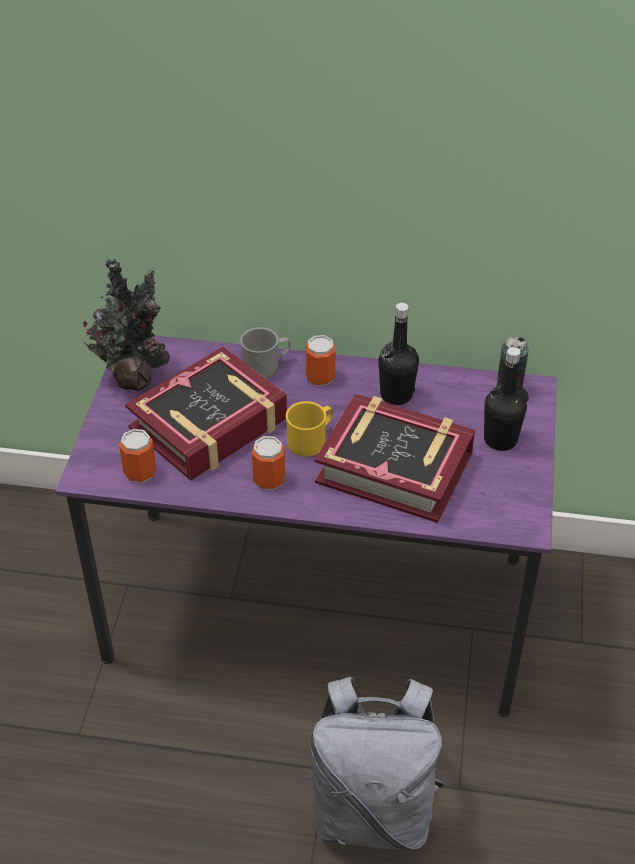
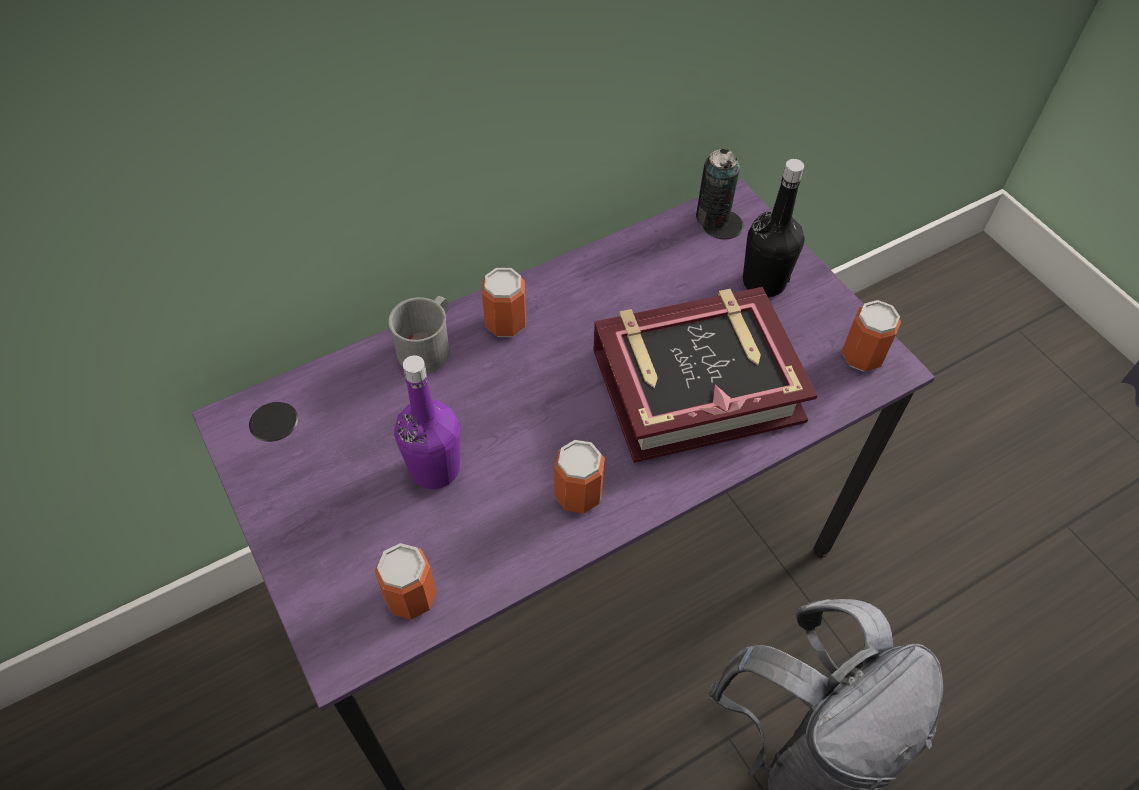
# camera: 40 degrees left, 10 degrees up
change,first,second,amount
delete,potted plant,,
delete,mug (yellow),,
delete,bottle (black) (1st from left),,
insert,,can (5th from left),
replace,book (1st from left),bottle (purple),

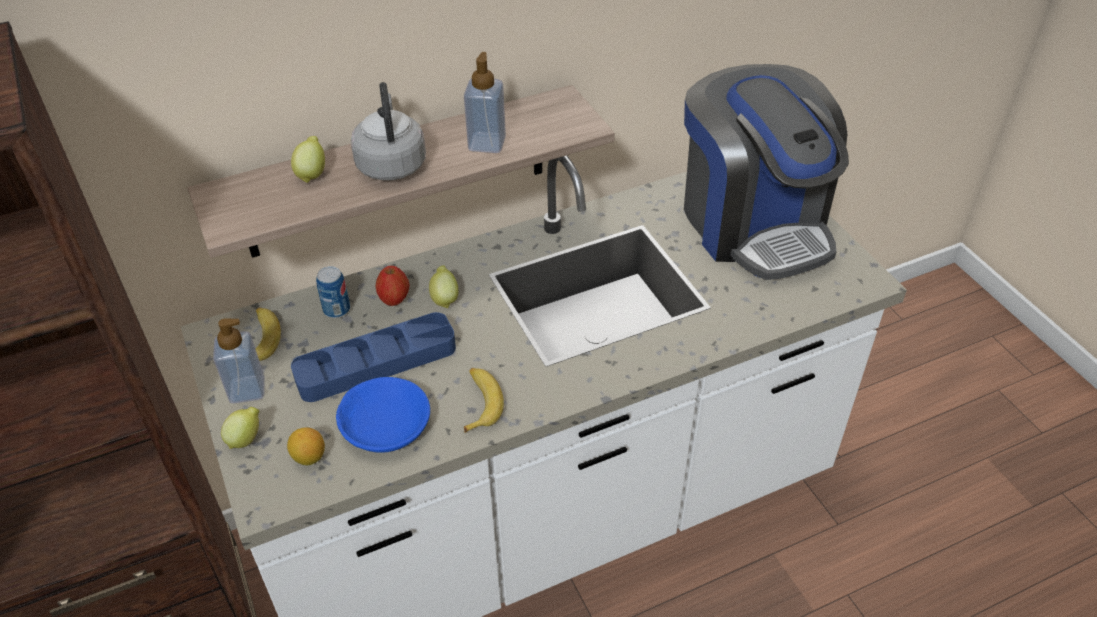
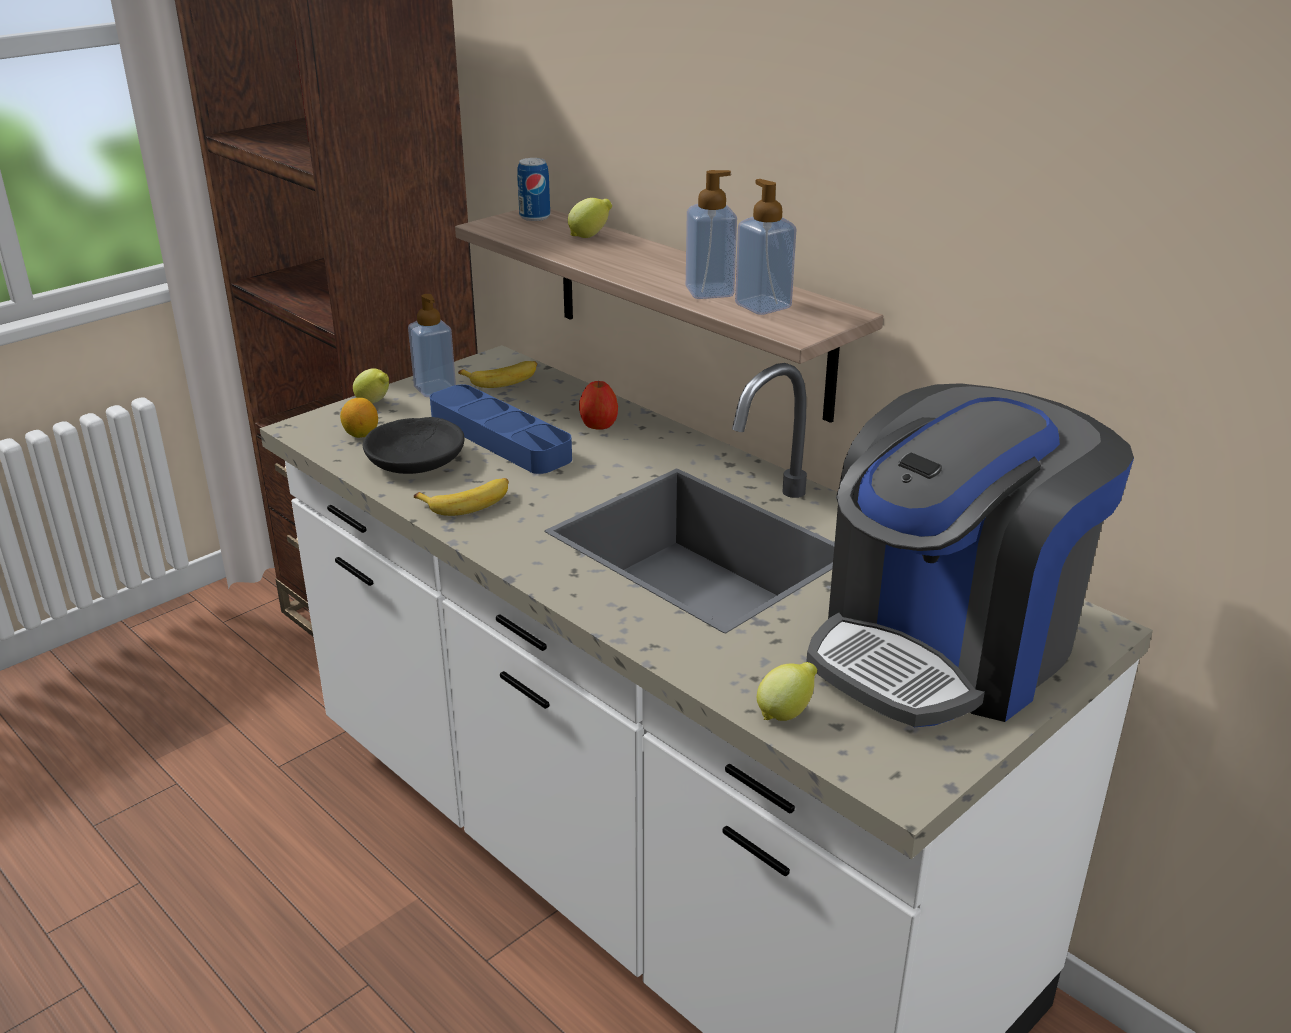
# camera: 70 degrees right, 15 degrees down
change,first,second,amount
delete,kettle (grey),,
insert,,soap dispenser (3rd from left),
move,can,,
move,lemon (4th from left),,
recolor,bowl (blue),bowl (black),

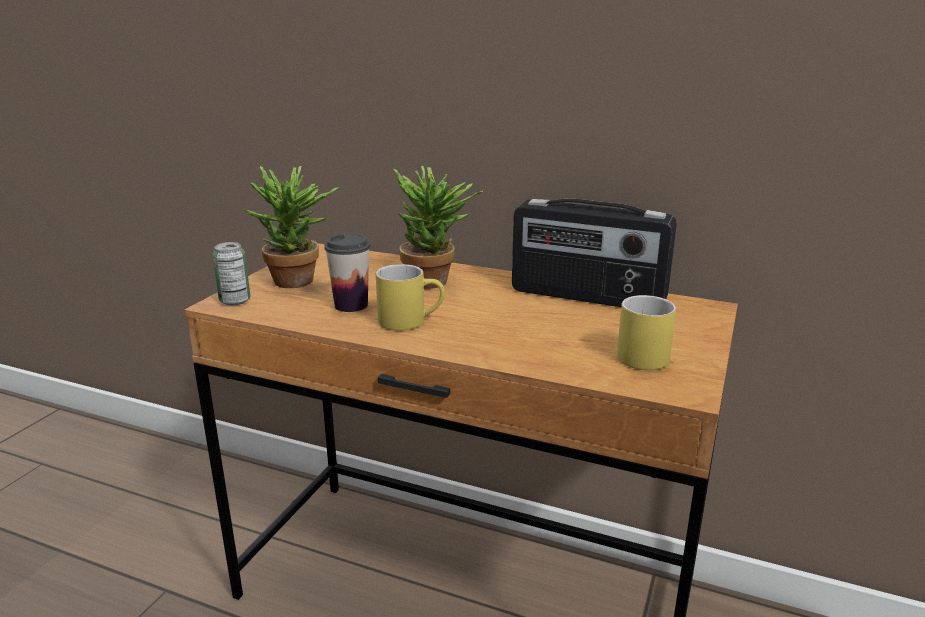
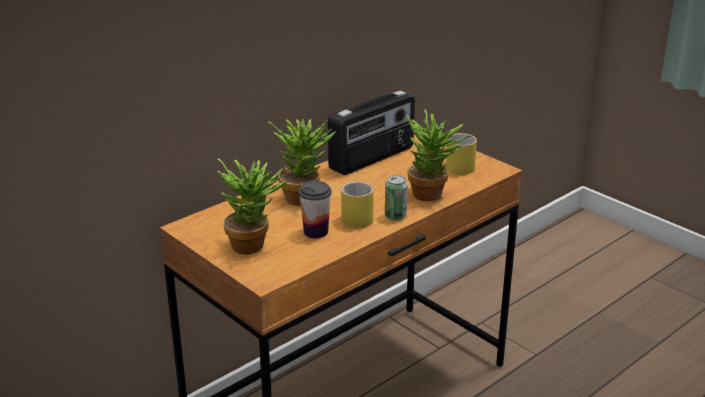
# camera: 65 degrees left, 5 degrees up
change,first,second,amount
insert,,potted plant (3rd from left),
move,can,,

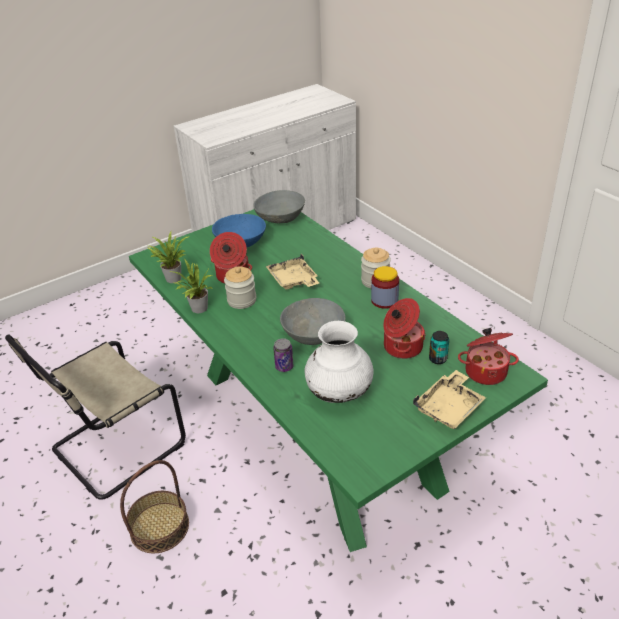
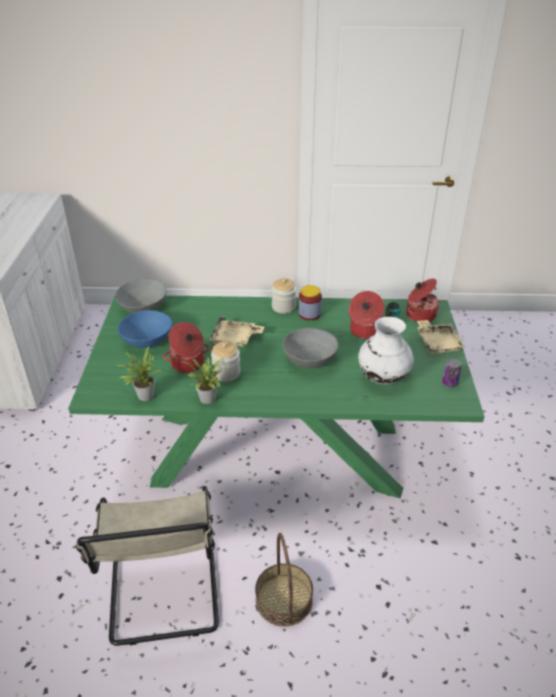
# camera: 55 degrees left, 0 degrees up
change,first,second,amount
move,can (1st from left in the first image),can (2nd from left),

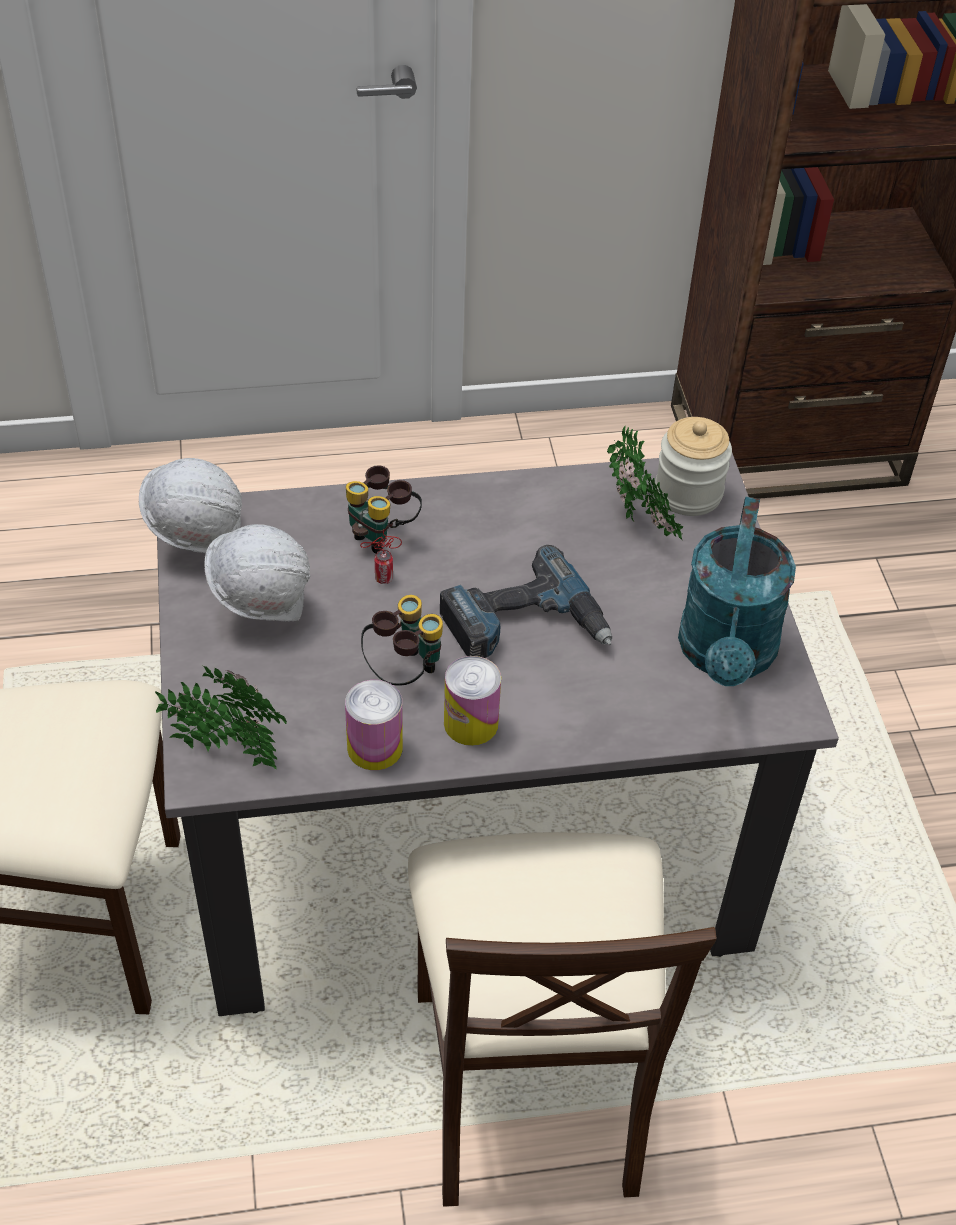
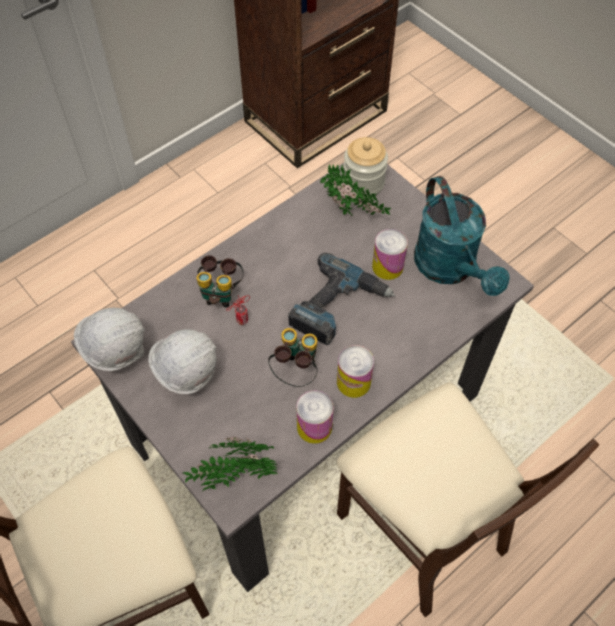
# camera: 30 degrees left, 10 degrees up
change,first,second,amount
insert,,can (4th from left),

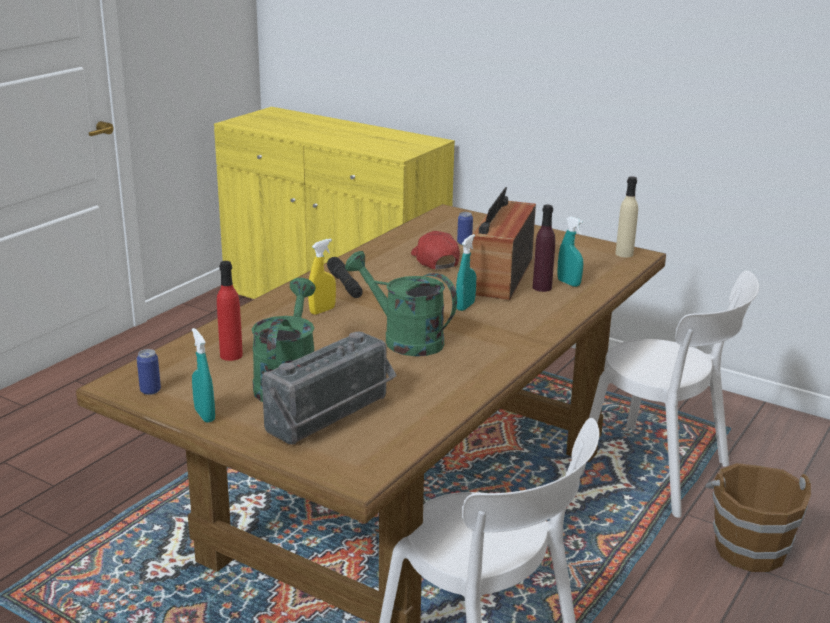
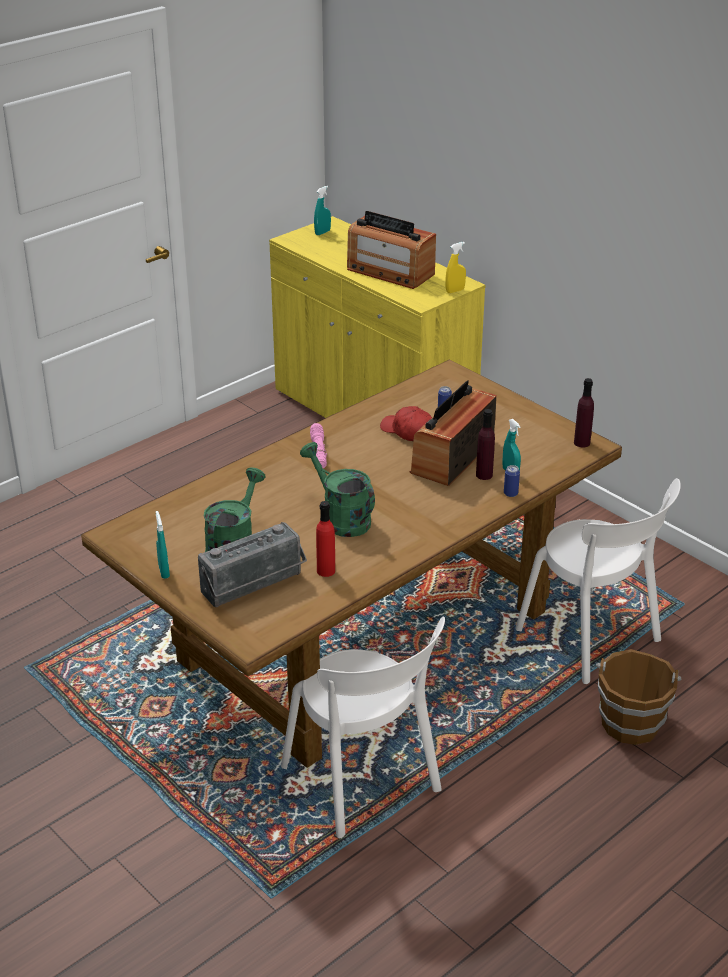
# camera: 15 degrees right, 10 degrees up
change,first,second,amount
insert,,radio (2nd from left),
move,can (1st from left in the first image),can (2nd from left),
move,bottle (red),,
move,spray bottle (yellow),,
move,spray bottle (turquoise) (2nd from left),,
recolor,flashlight (black),flashlight (pink),
recolor,bottle (beige),bottle (purple) (2nd from left),
rotate,cap (red),,45 degrees counterclockwise

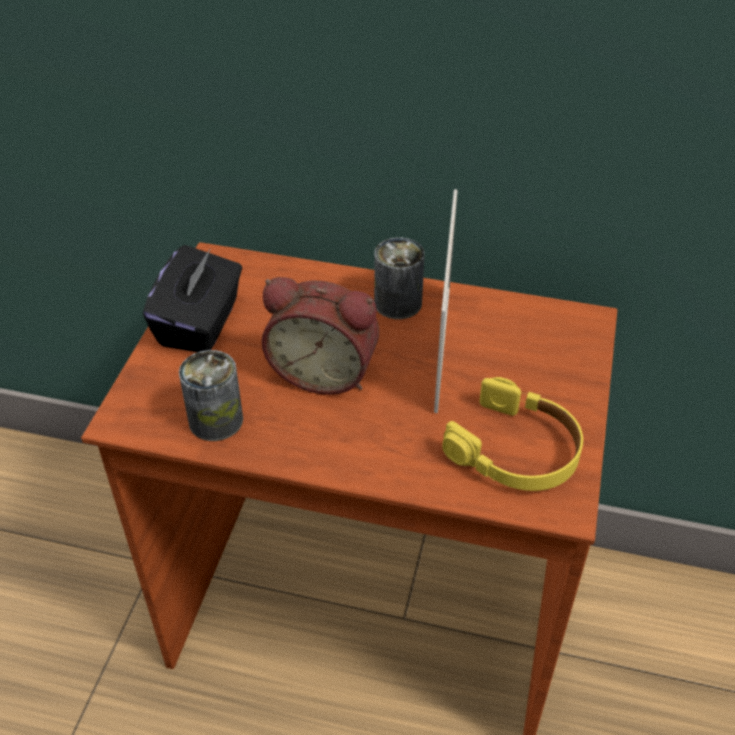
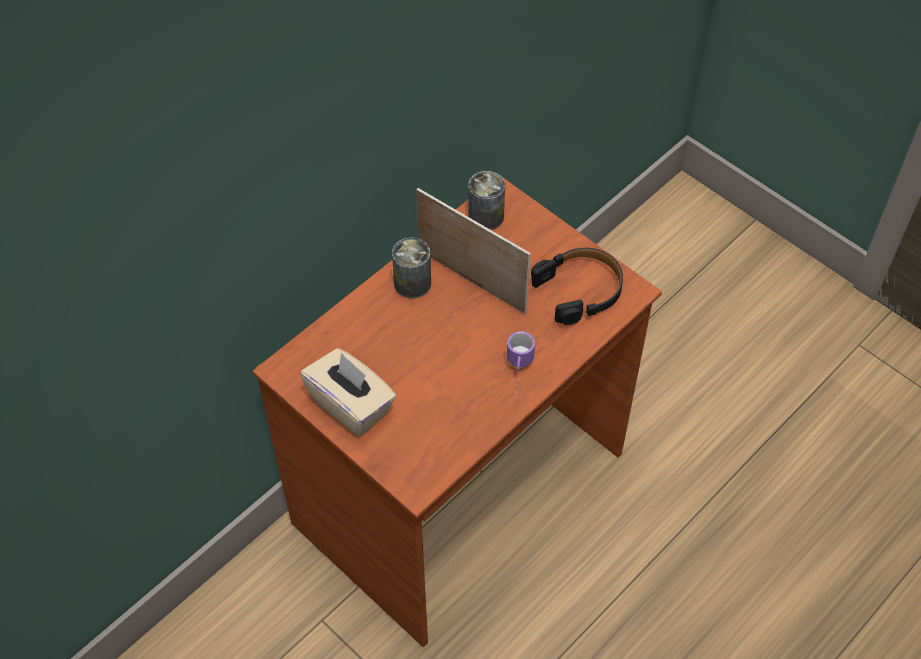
# camera: 60 degrees left, 10 degrees up
change,first,second,amount
delete,alarm clock,,
insert,,mug,
move,can (1st from left in the first image),can (2nd from left),
recolor,tissue box (black),tissue box (beige),
recolor,headphones (yellow),headphones (black),

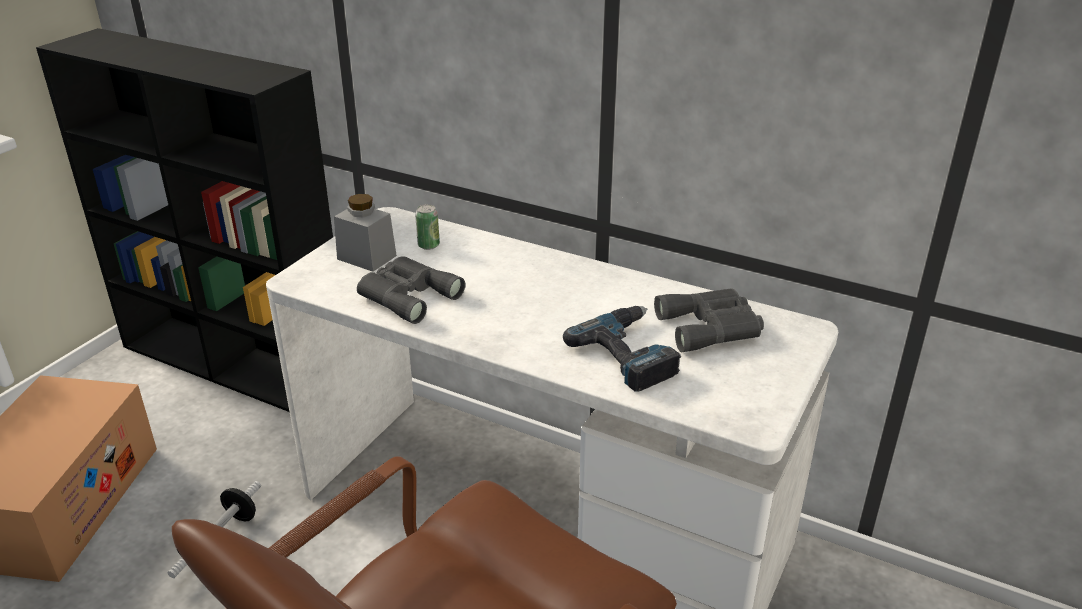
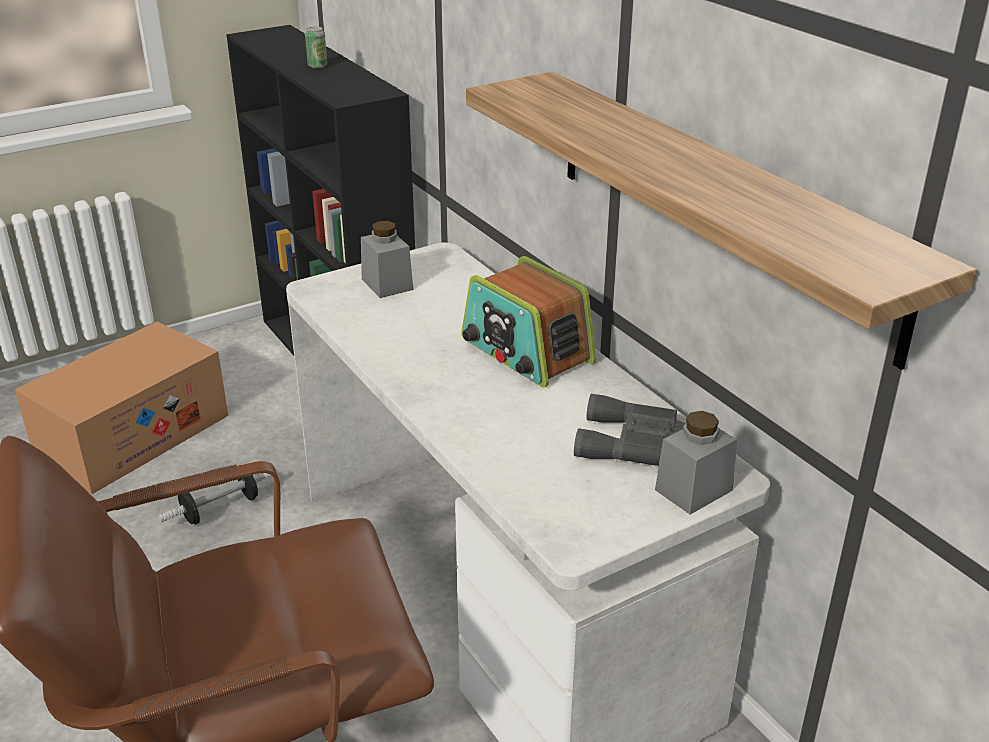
# camera: 30 degrees right, 0 degrees up
change,first,second,amount
delete,binoculars (grey) (1st from left),,
delete,power drill,,
insert,,radio,
insert,,shelf,
insert,,jar (grey) (2nd from left),
move,can,,

